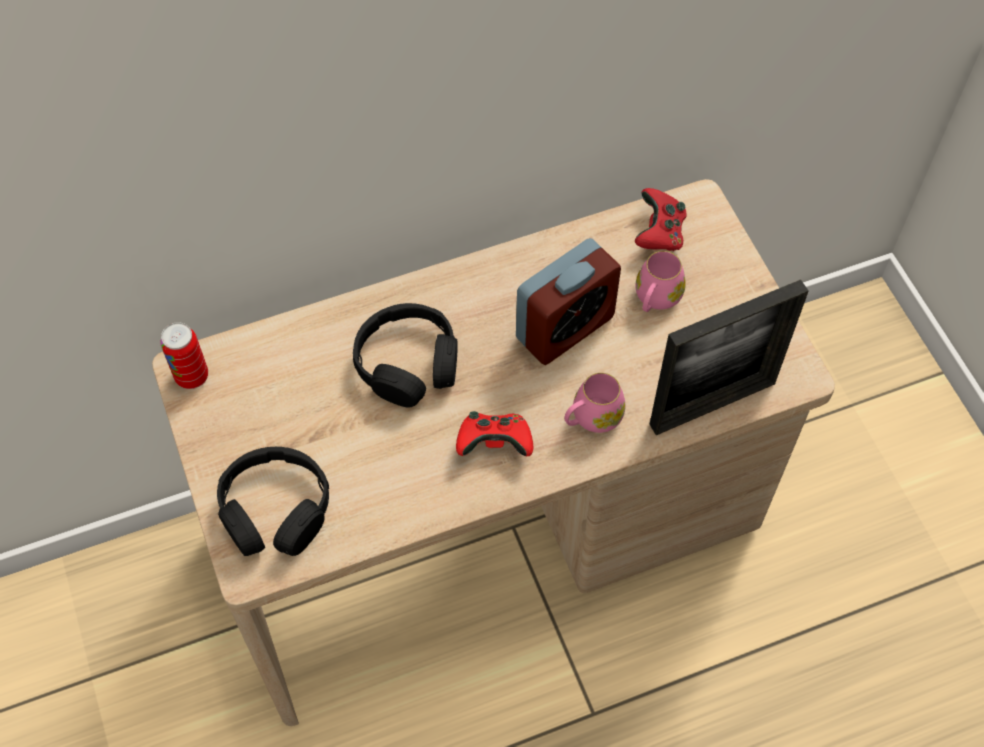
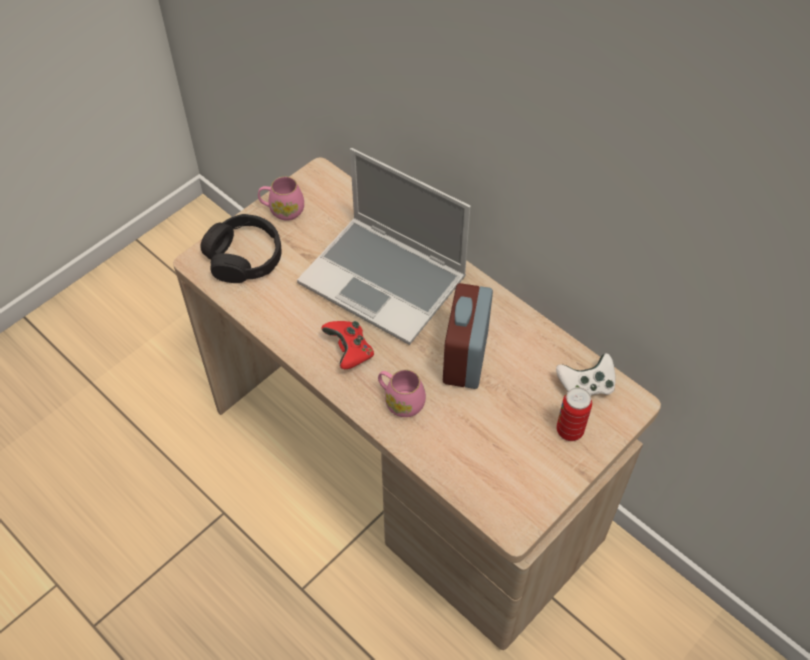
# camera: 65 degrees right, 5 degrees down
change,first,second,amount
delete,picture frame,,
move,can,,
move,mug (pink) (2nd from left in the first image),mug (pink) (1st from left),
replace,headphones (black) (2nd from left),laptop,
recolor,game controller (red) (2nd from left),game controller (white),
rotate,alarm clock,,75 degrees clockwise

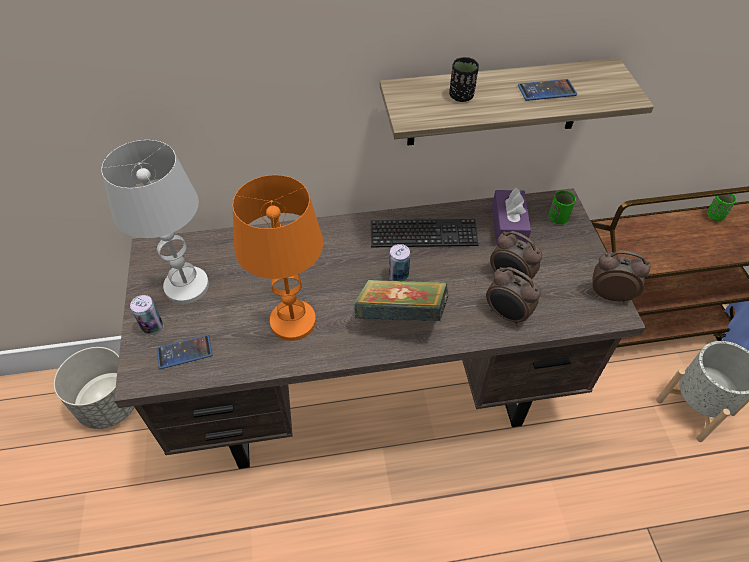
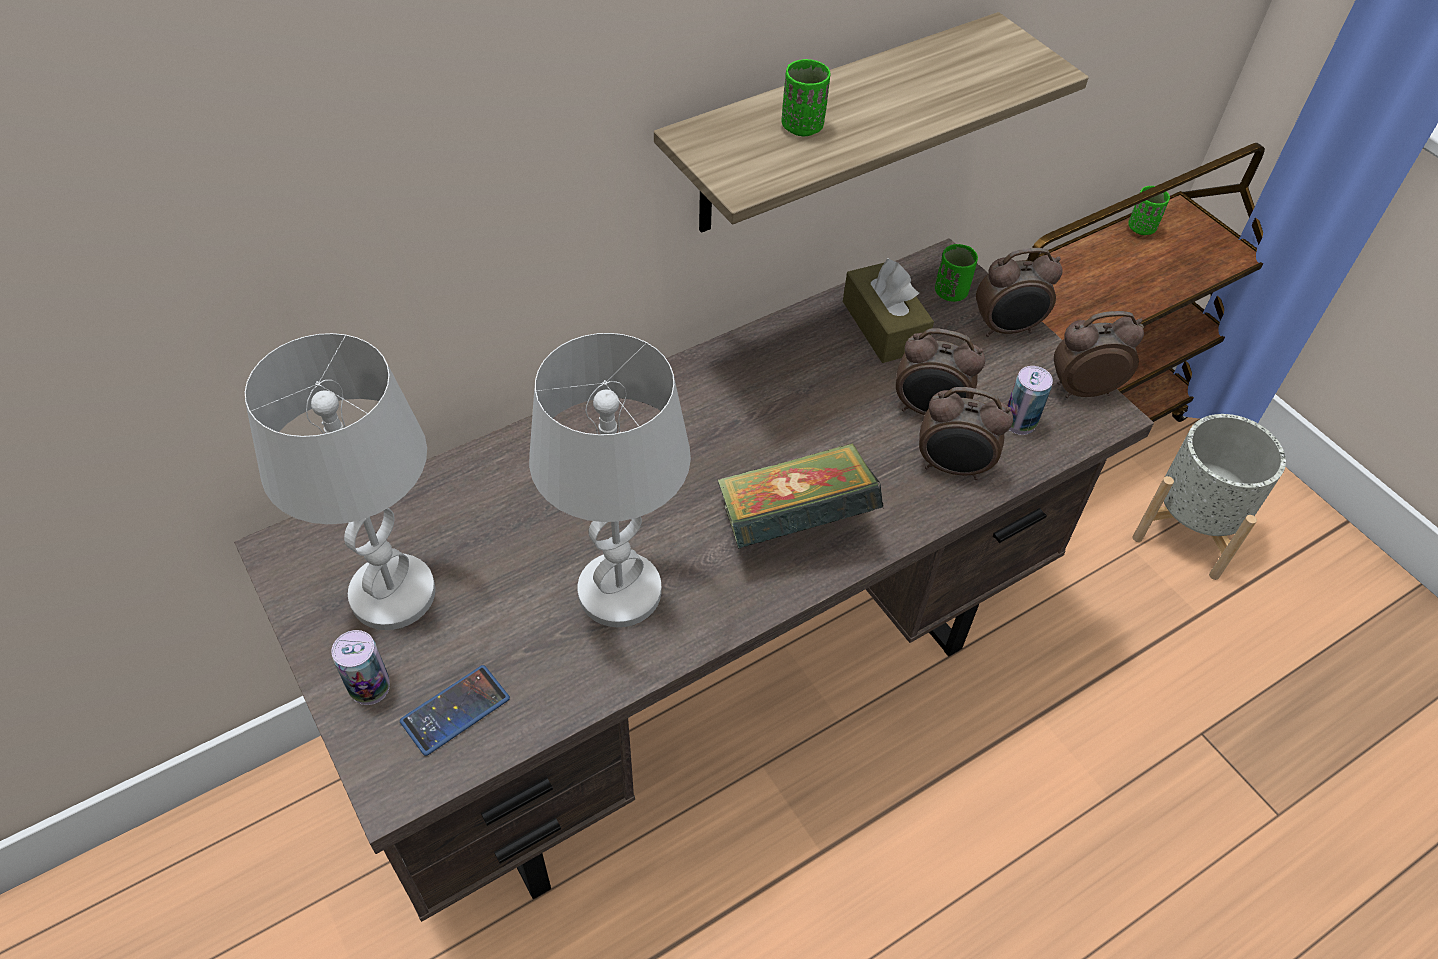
# camera: 25 degrees left, 0 degrees up
change,first,second,amount
delete,planter (grey) (1st from left),,
delete,keyboard,,
delete,phone (2nd from left),,
insert,,alarm clock (3rd from left),
move,can (2nd from left),,
recolor,table lamp (orange),table lamp (white) (2nd from left),
recolor,cup (black),cup (green) (1st from left),
recolor,tissue box (purple),tissue box (brown),

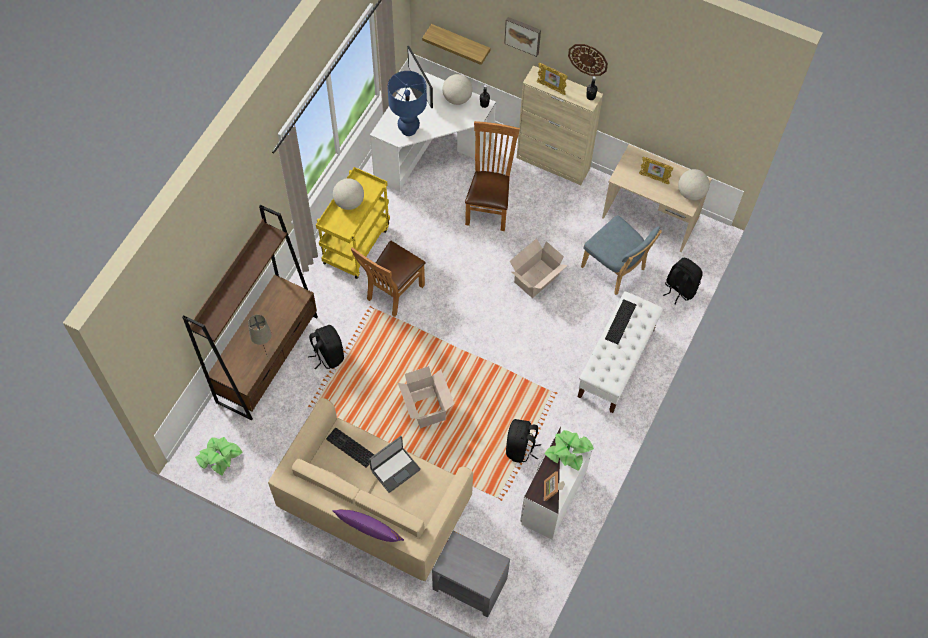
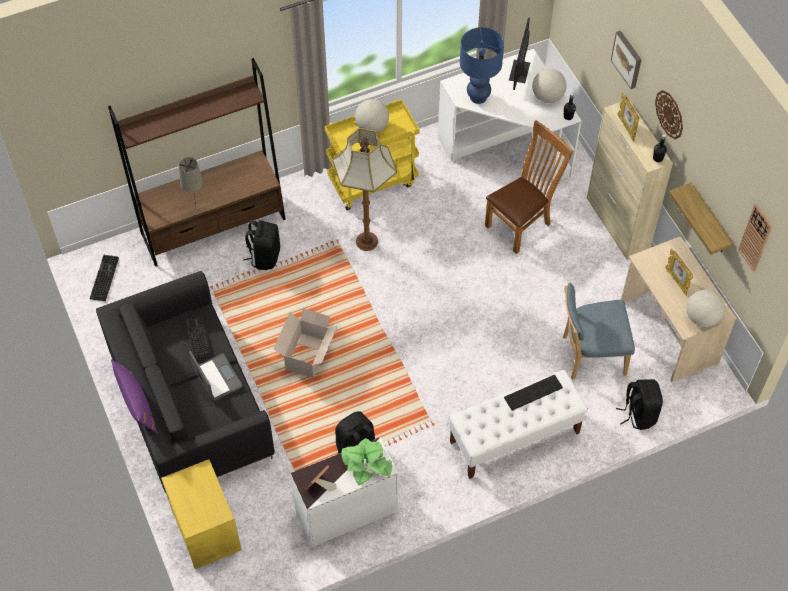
# camera: 40 degrees right, 5 degrees down
change,first,second,amount
delete,cardboard box (2nd from left),,
insert,,wall clock (2nd from left),
move,shelf,,
replace,potted plant (1st from left),keyboard (1st from left),
replace,chair (brown) (1st from left),floor lamp,
recolor,sofa (beige),sofa (black),
recolor,side table (grey),side table (yellow),
rotate,laptop,,120 degrees counterclockwise
rotate,chair (blue),,90 degrees clockwise

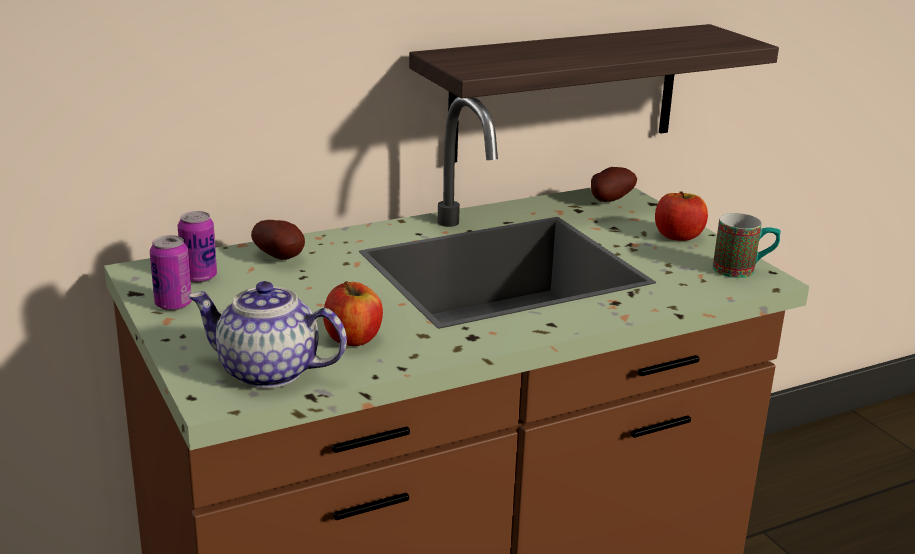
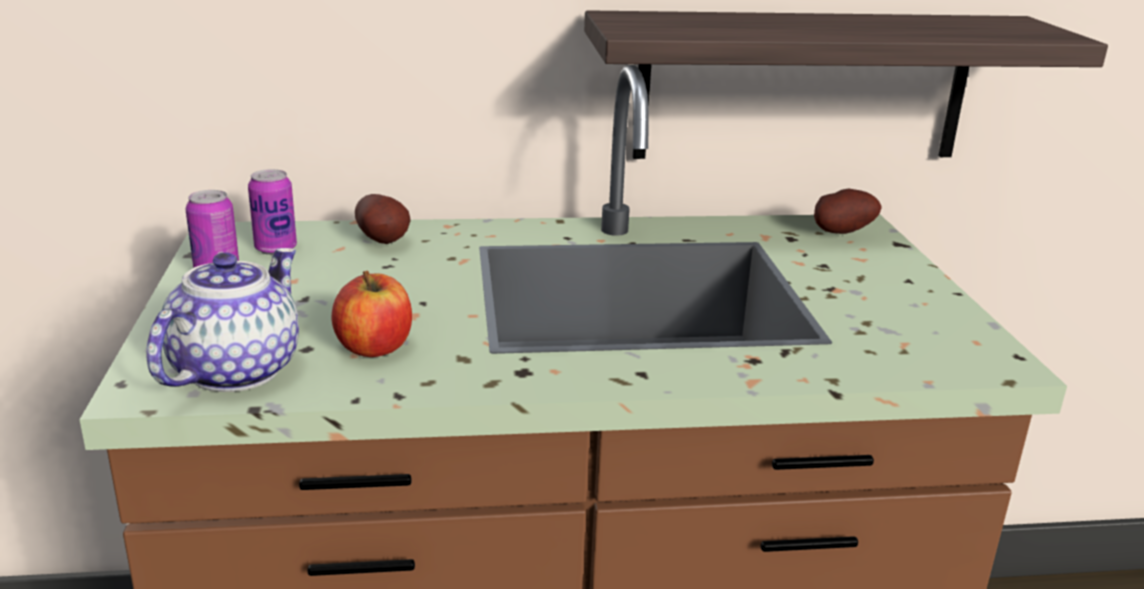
# camera: 20 degrees right, 0 degrees up
change,first,second,amount
delete,apple (2nd from left),,
delete,mug,,
rotate,teapot,,75 degrees clockwise

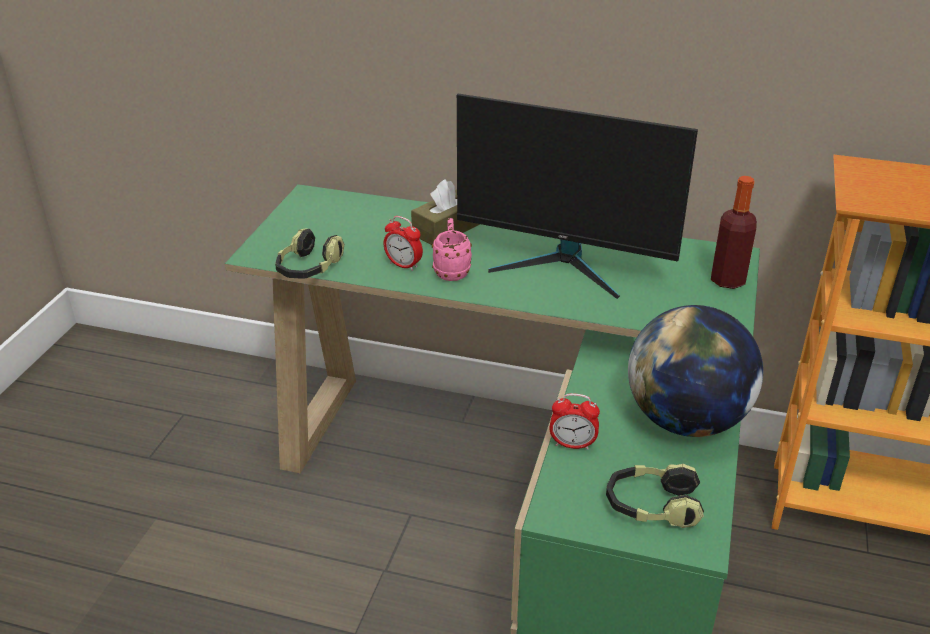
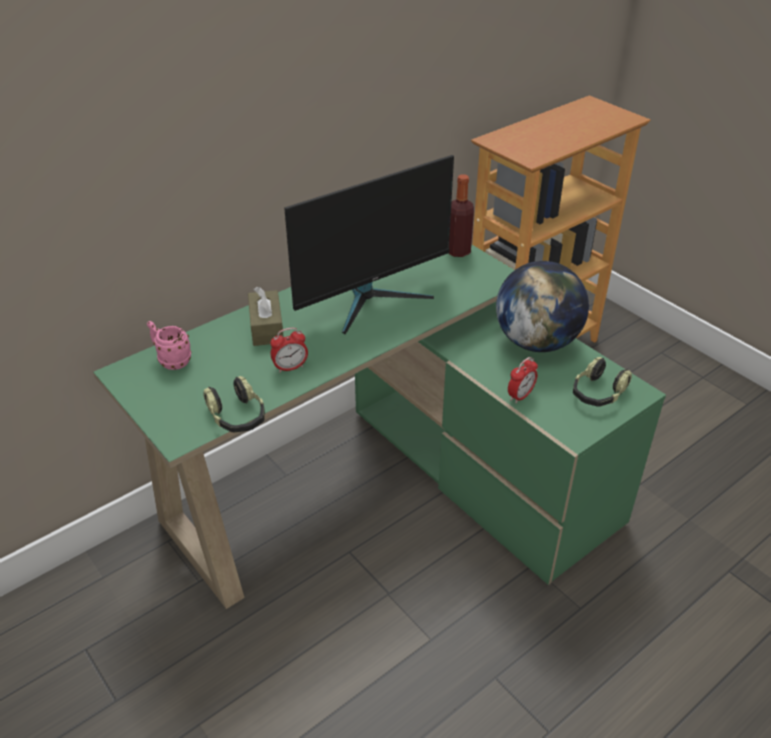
# camera: 55 degrees left, 5 degrees up
change,first,second,amount
move,mug (pink),,

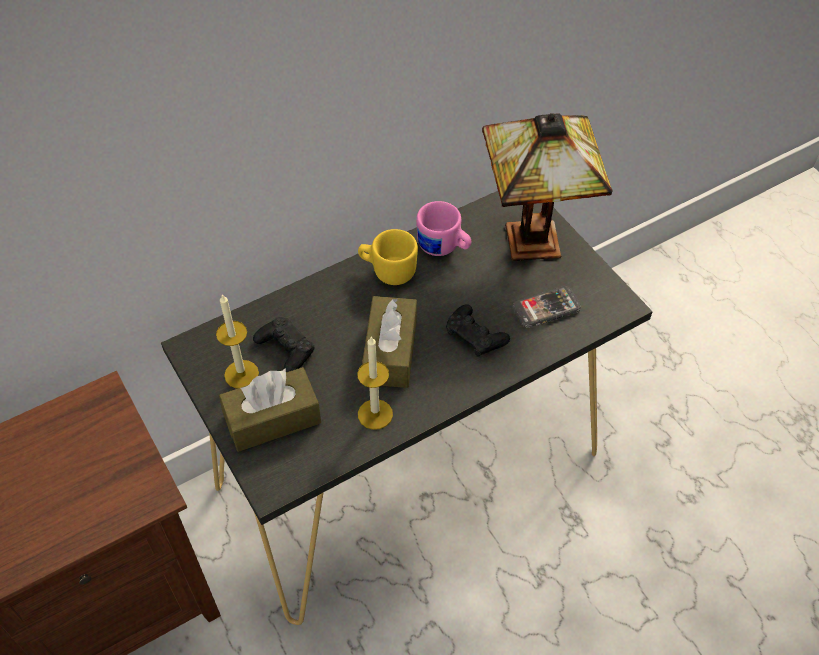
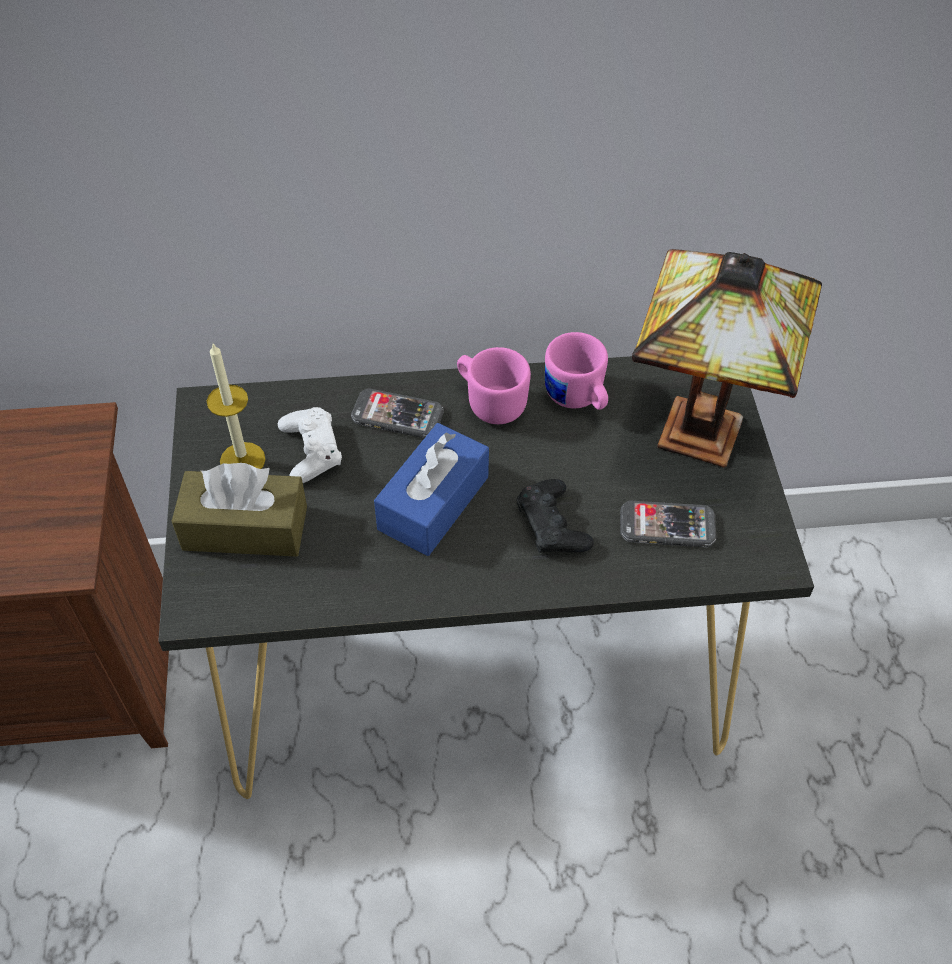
# camera: 25 degrees right, 0 degrees up
change,first,second,amount
delete,candle (2nd from left),,
insert,,phone (1st from left),
recolor,game controller (black) (1st from left),game controller (white),
recolor,mug (yellow),mug (pink) (1st from left),
recolor,tissue box (brown) (2nd from left),tissue box (blue),

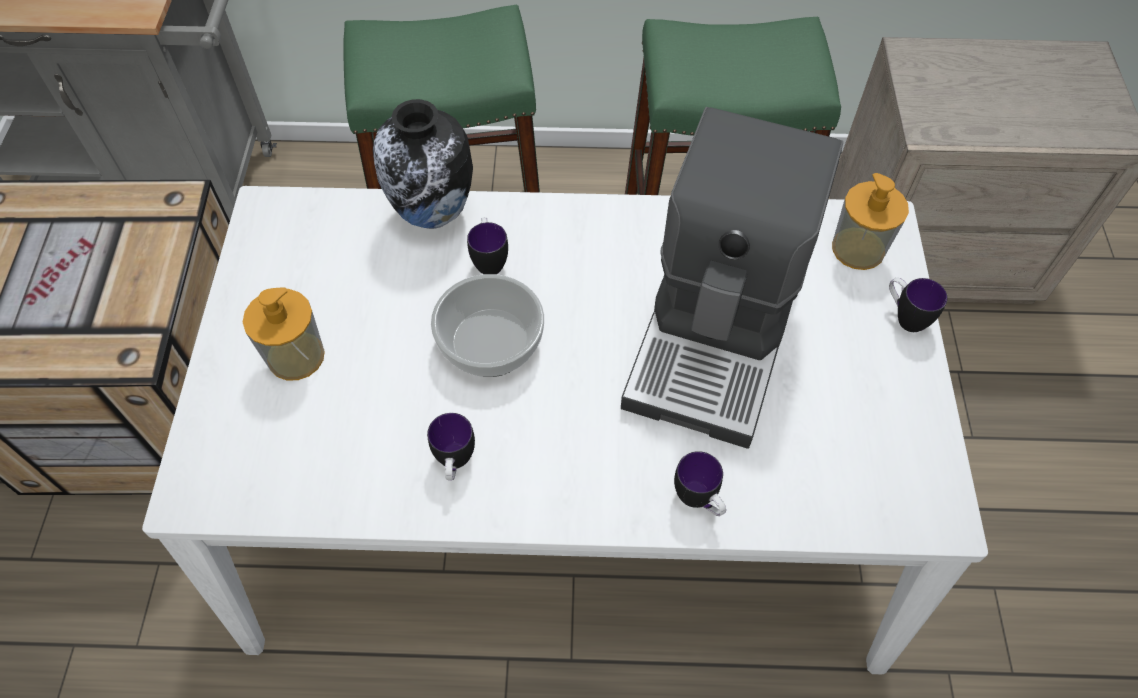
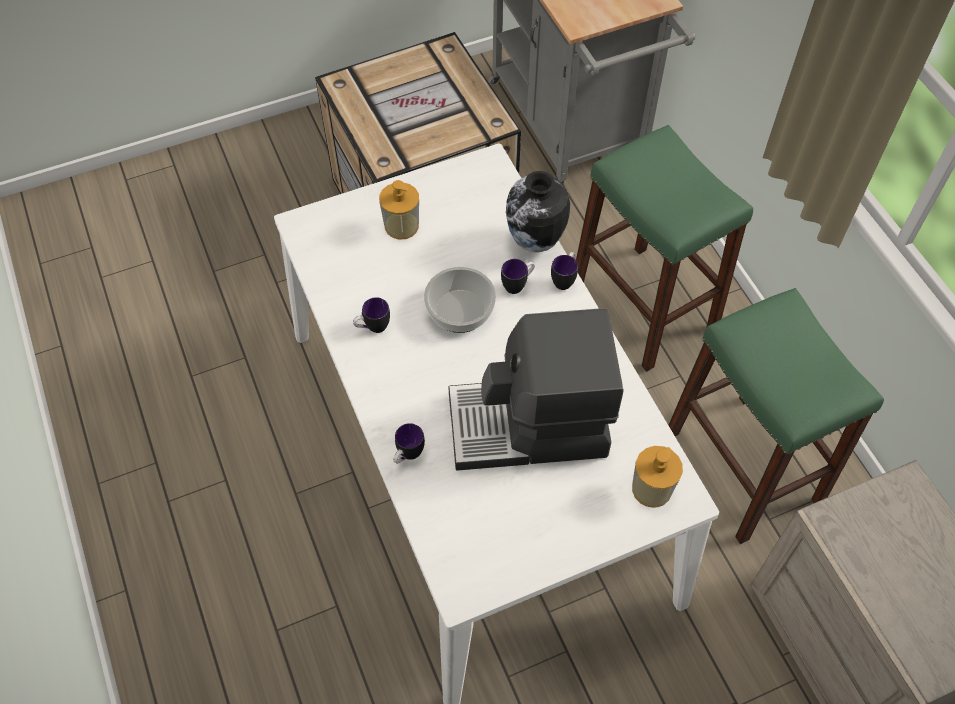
# camera: 65 degrees right, 0 degrees up
change,first,second,amount
move,mug (4th from left),,

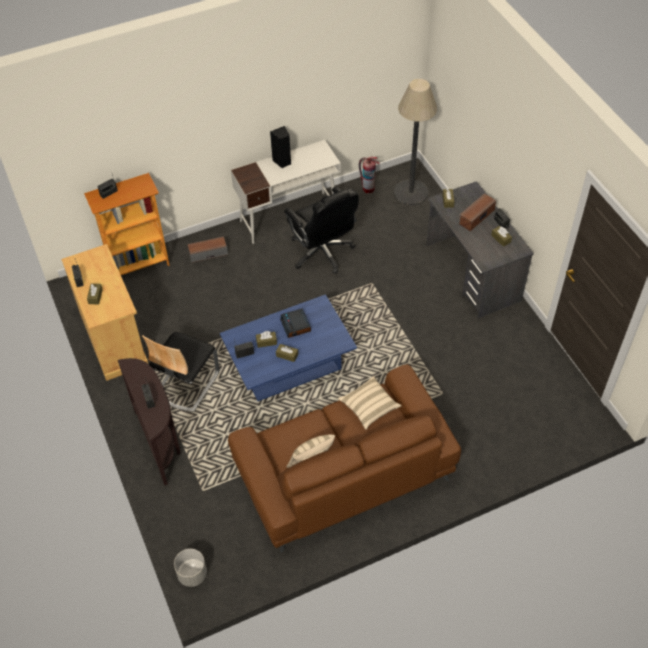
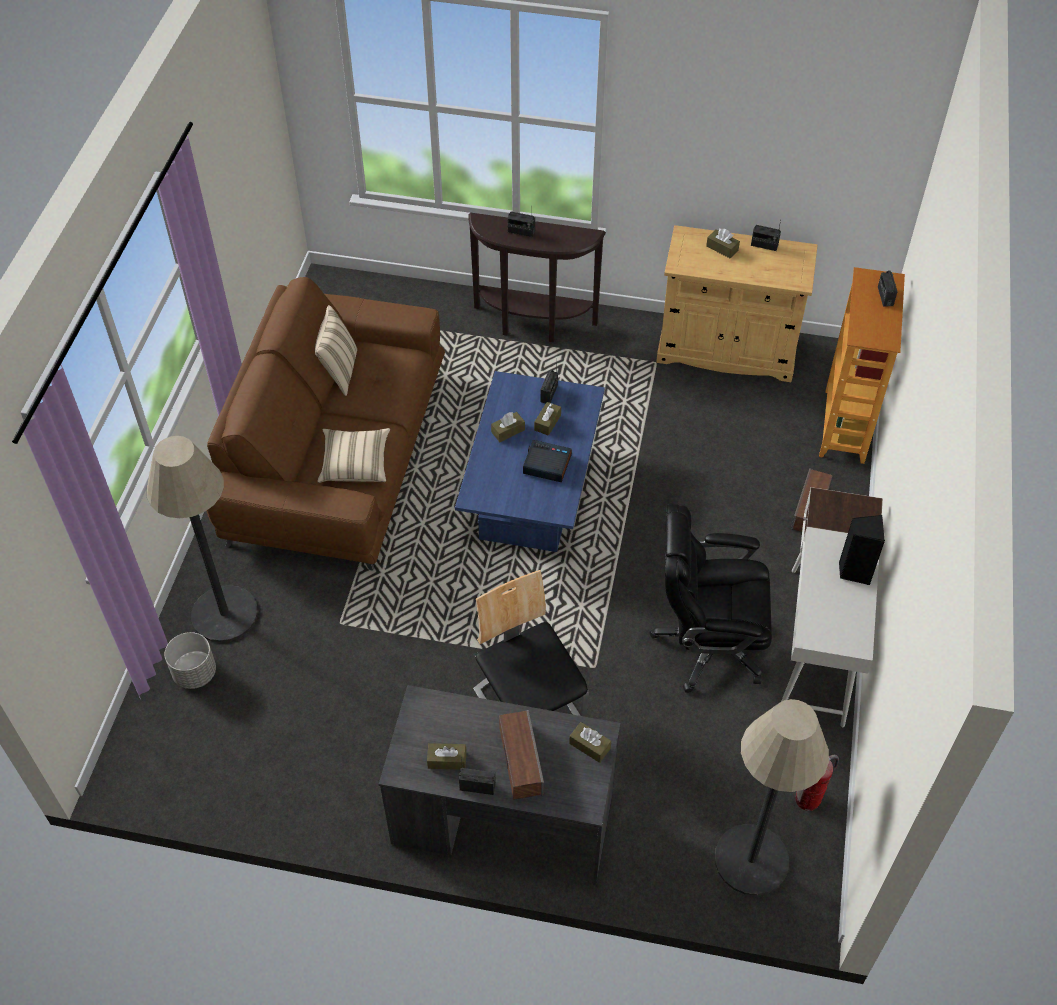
# camera: 125 degrees right, 0 degrees up
change,first,second,amount
insert,,floor lamp (1st from left),
move,chair,,
move,planter (grey),,

